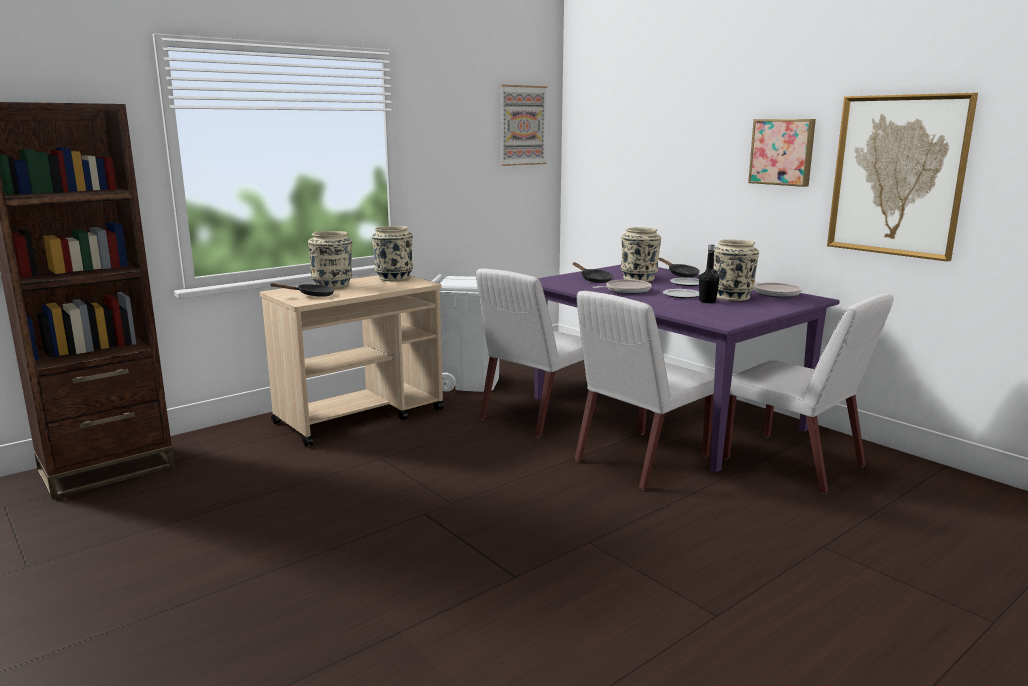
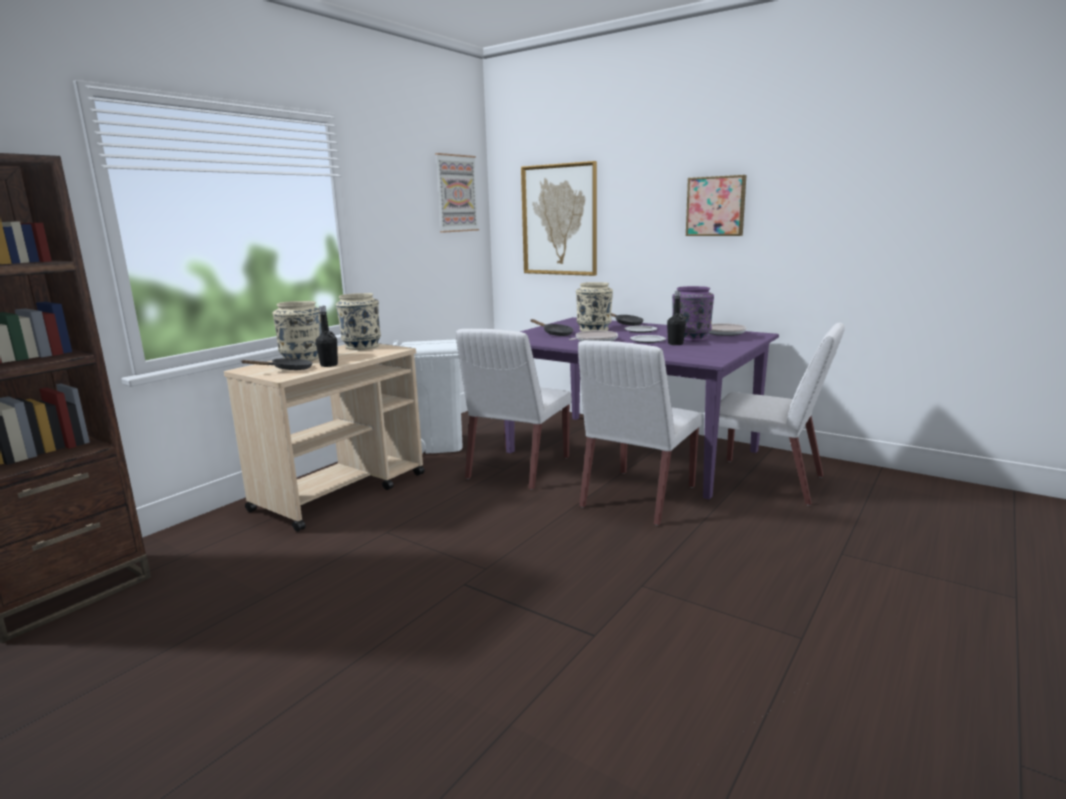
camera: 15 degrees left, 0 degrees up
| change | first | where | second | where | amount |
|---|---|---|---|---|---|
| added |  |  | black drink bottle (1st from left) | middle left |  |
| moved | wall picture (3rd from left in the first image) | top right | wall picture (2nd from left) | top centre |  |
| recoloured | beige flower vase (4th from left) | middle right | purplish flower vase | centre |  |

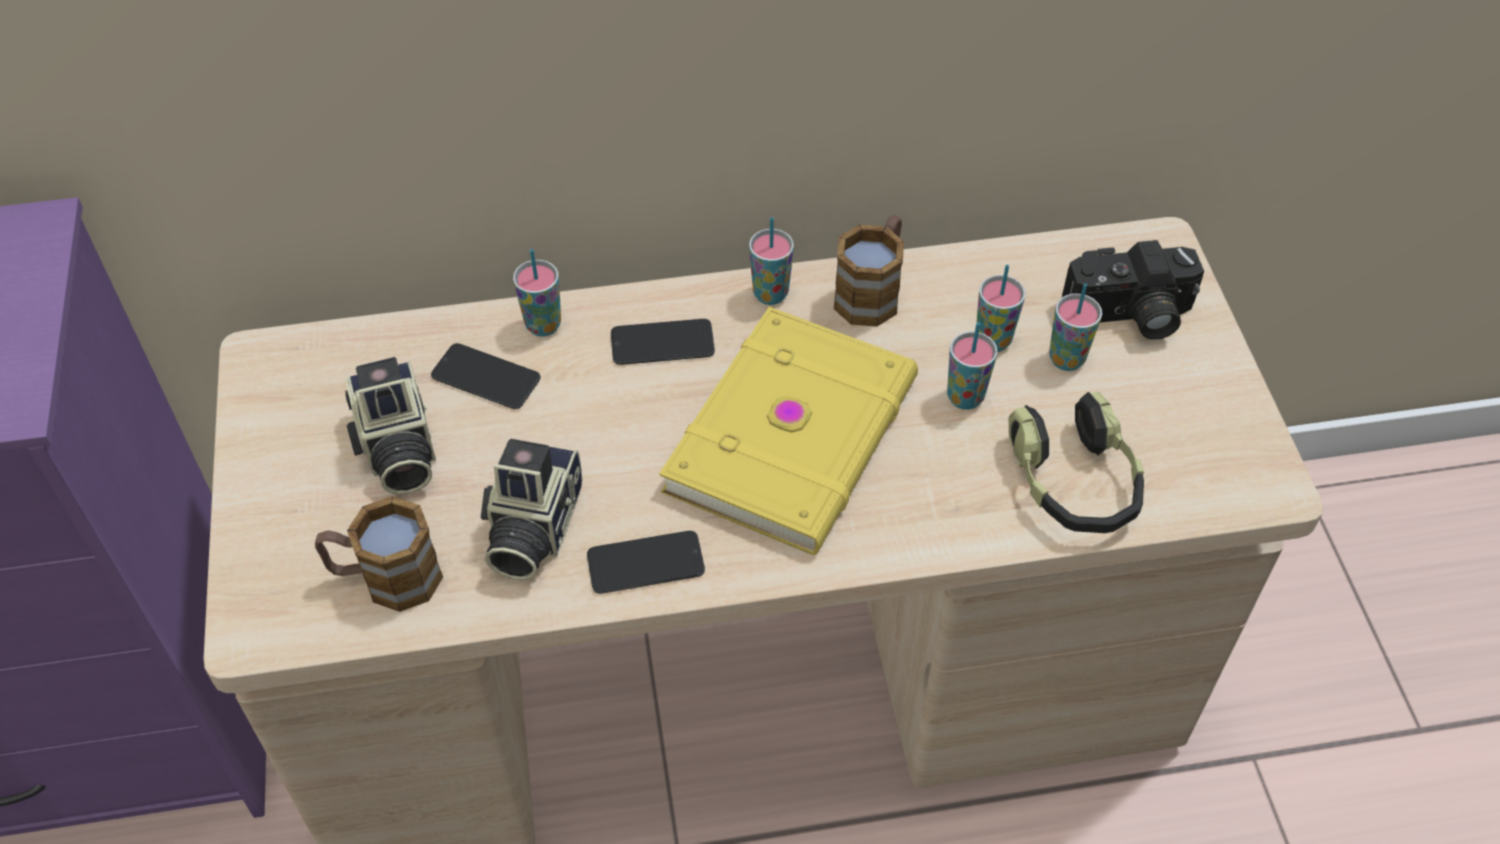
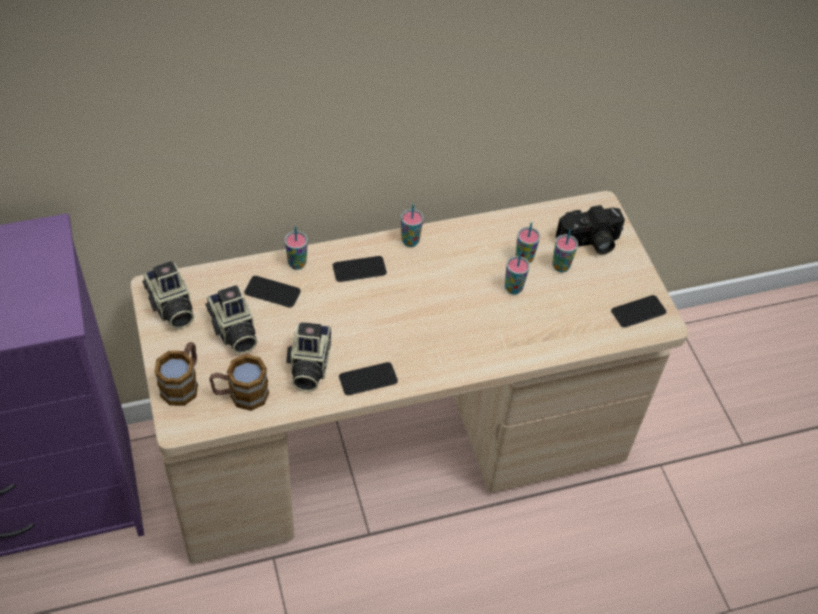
camera: 10 degrees left, 0 degrees up
| change | first | where | second | where | amount |
|---|---|---|---|---|---|
| removed | yellow-coloured book | centre |  |  |  |
| removed | headset | middle right |  |  |  |
| added |  |  | still camera (1st from left) | middle left |  |
| added |  |  | phone (4th from left) | middle right |  |
| moved | coffee mug (2nd from left in the first image) | top centre | coffee mug (1st from left) | middle left |  |

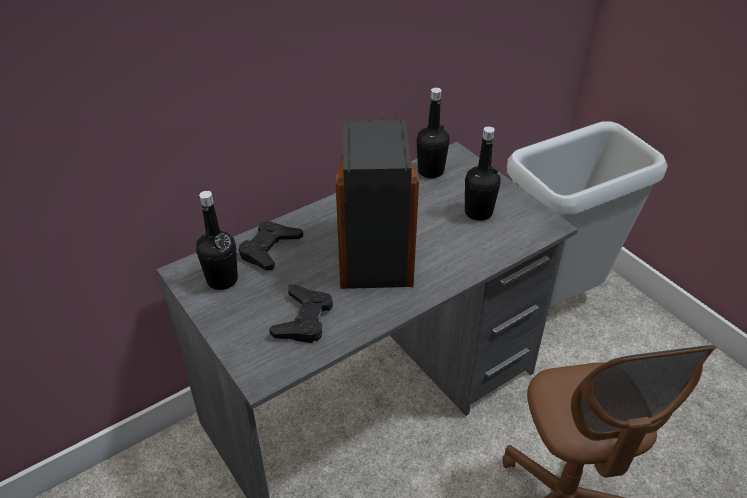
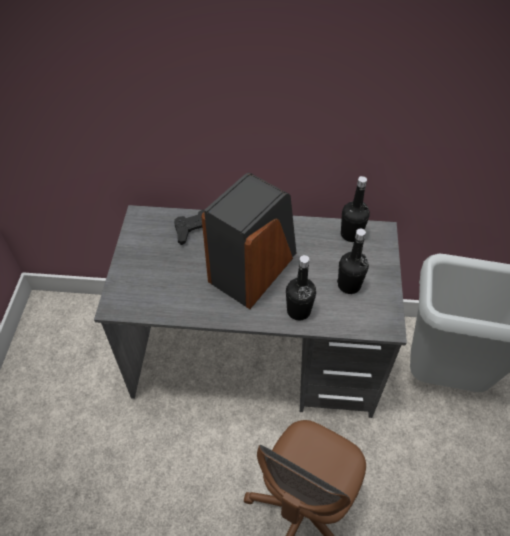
camera: 40 degrees right, 10 degrees up
| change | first | where | second | where | amount |
|---|---|---|---|---|---|
| removed | black game controller (2nd from left) | centre |  |  |  |
| moved | black drink bottle (1st from left) | middle left |  | centre |  |

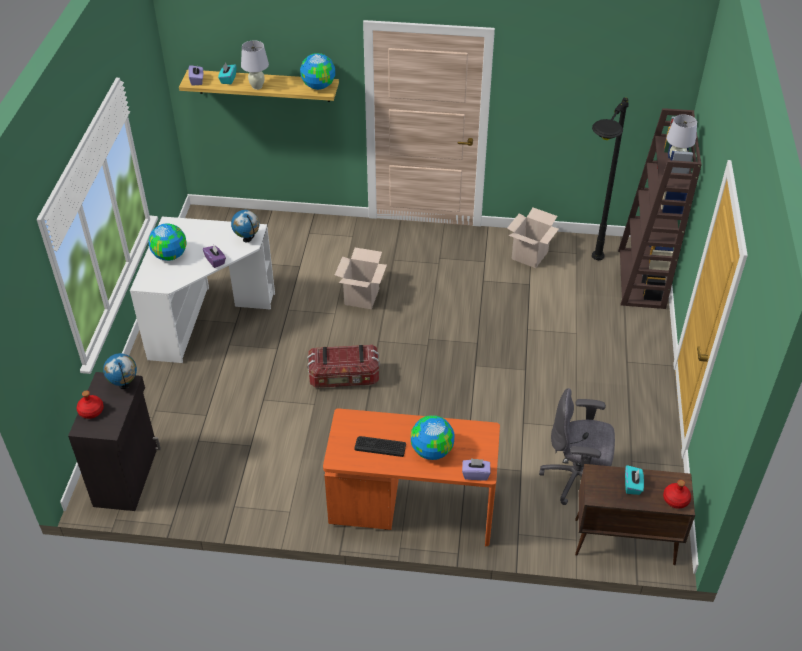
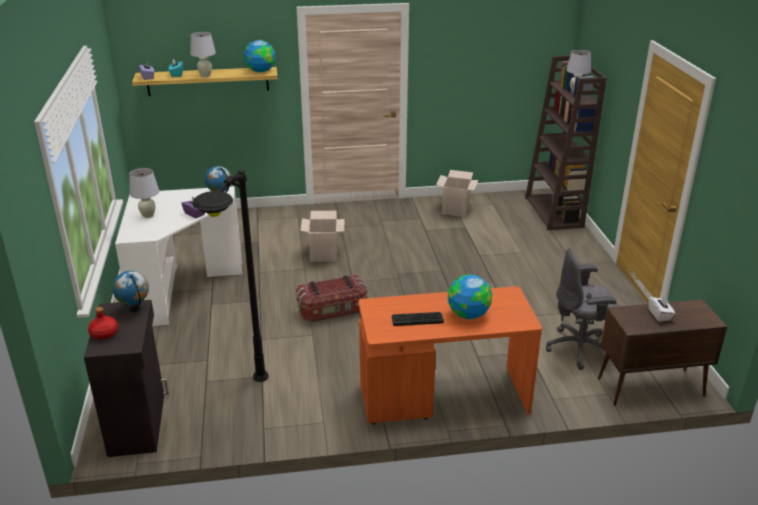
camera: 15 degrees left, 15 degrees down
| change | first | where | second | where | amount |
|---|---|---|---|---|---|
| removed | purplish tissue holder (3rd from left) | bottom centre |  |  |  |
| removed | red-coloured drink bottle (2nd from left) | bottom right |  |  |  |
| moved | black floor lamp | top right |  | middle left |  |
| replaced | world globe (2nd from left) | middle left | white lamp for a table (1st from left) | middle left |  |
| recoloured | turquoise tissue holder (2nd from left) | bottom right | white tissue holder | middle right |  |

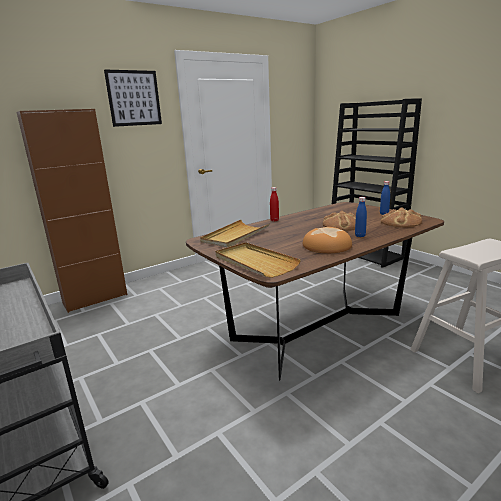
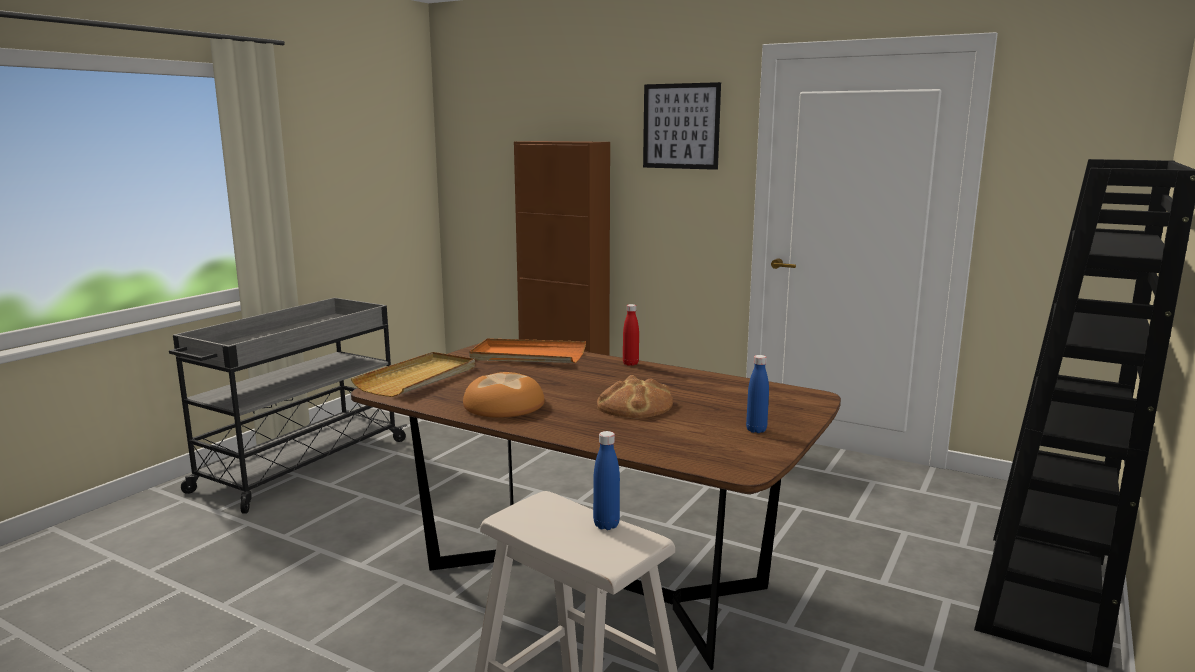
camera: 65 degrees right, 5 degrees down
| change | first | where | second | where | amount |
|---|---|---|---|---|---|
| removed | bakery bread (3rd from left) | middle right |  |  |  |
| moved | bluish drink bottle (1st from left) | middle right |  | bottom centre |  |
| recoloured | beige serving tray (1st from left) | centre | orange serving tray | centre |  |

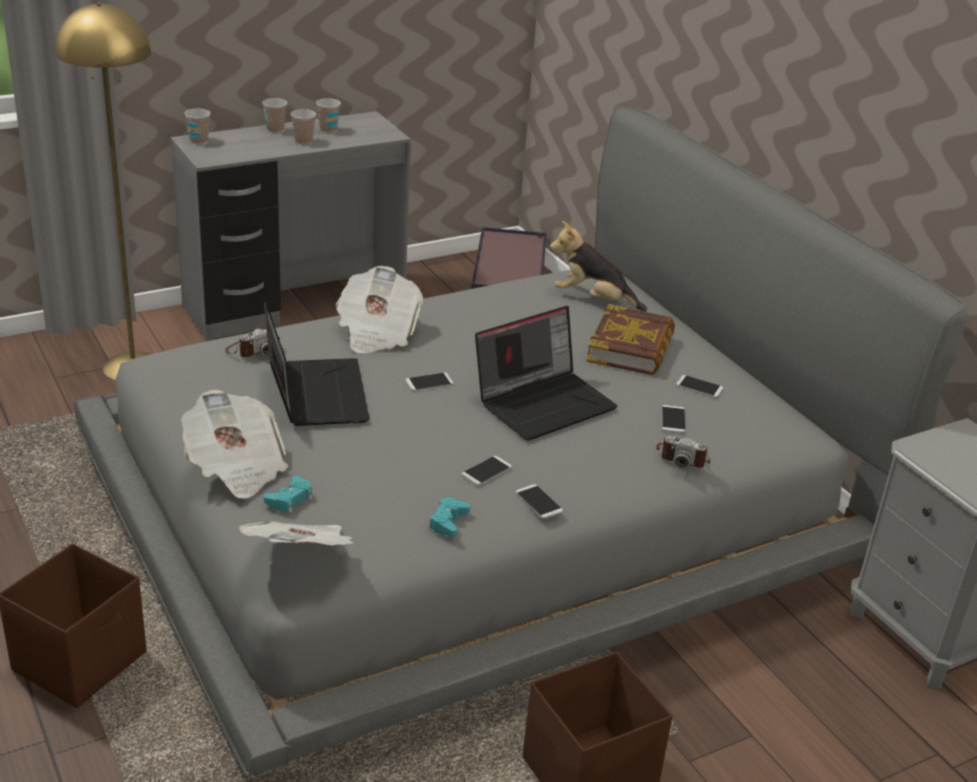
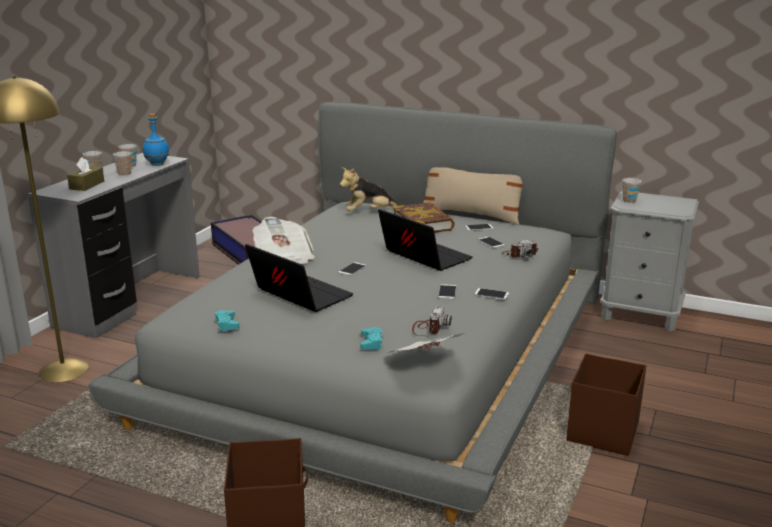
camera: 35 degrees left, 10 degrees down
| change | first | where | second | where | amount |
|---|---|---|---|---|---|
| removed | printed paper (1st from left) | middle left |  |  |  |
| added |  |  | brown-coloured tissue holder | top left |  |
| added |  |  | bluish drink bottle | top left |  |
| added |  |  | beige throw pillow | centre |  |
| moved | drinking cup (1st from left in the first image) | top left | drinking cup (4th from left) | middle right |  |
| moved | still camera (1st from left) | middle left |  | centre |  |
| moved | turquoise game controller (2nd from left in the first image) | centre | turquoise game controller (1st from left) | middle left |  |
| turned | notebook computer (2nd from left) | centre |  | centre | 60 degrees counterclockwise |

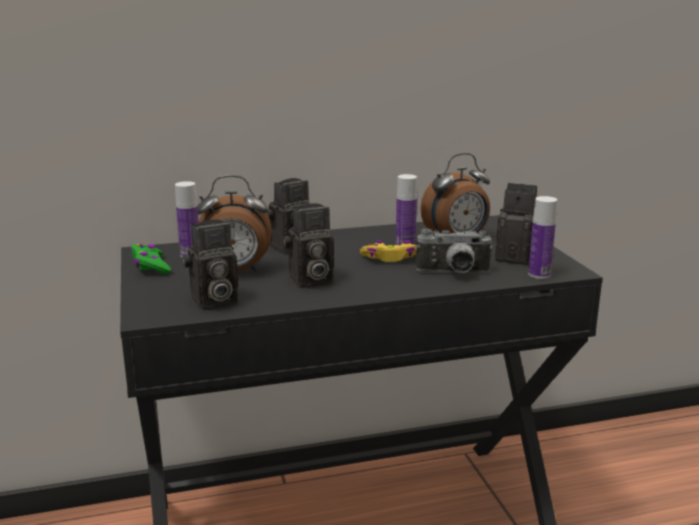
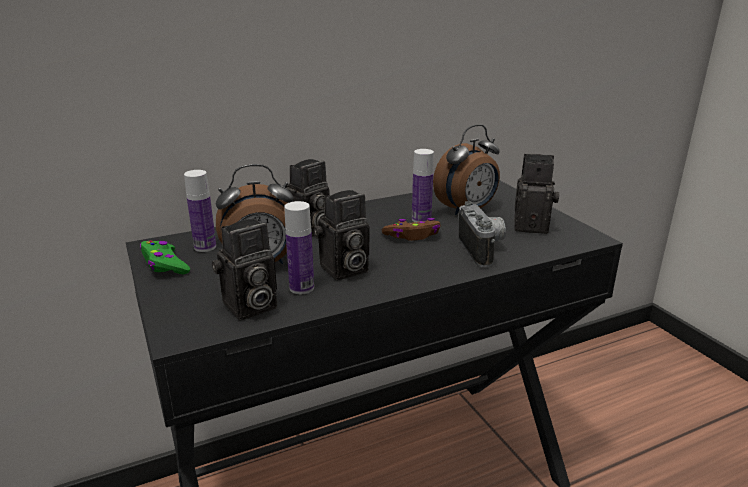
camera: 10 degrees left, 5 degrees up
| change | first | where | second | where | amount |
|---|---|---|---|---|---|
| moved | drink bottle (3rd from left in the first image) | middle right | drink bottle (2nd from left) | centre |  |
| recoloured | yellow-coloured game controller | centre | brown-coloured game controller | centre |  |
| turned | still camera (4th from left) | centre |  | centre | 90 degrees counterclockwise |

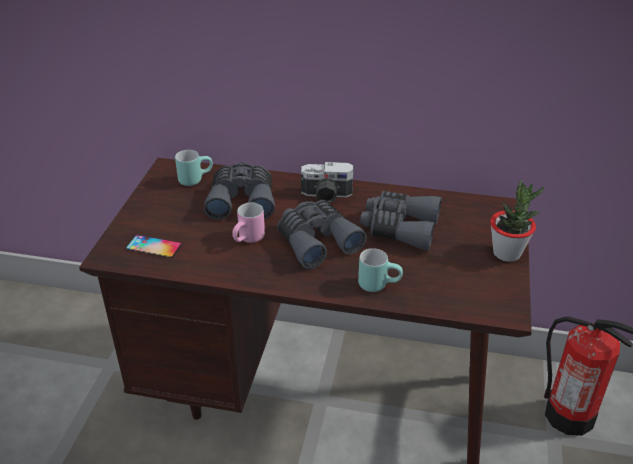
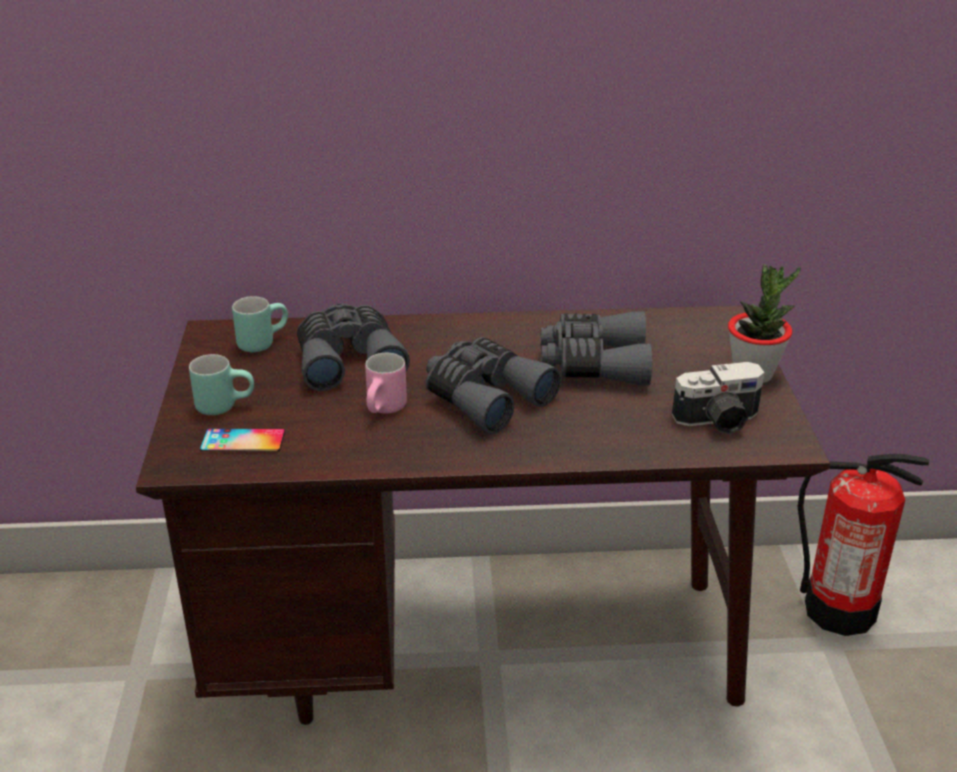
camera: 15 degrees left, 5 degrees down
| change | first | where | second | where | amount |
|---|---|---|---|---|---|
| moved | still camera | centre |  | middle right |  |
| moved | turquoise coffee mug (2nd from left in the first image) | centre | turquoise coffee mug (1st from left) | middle left |  |

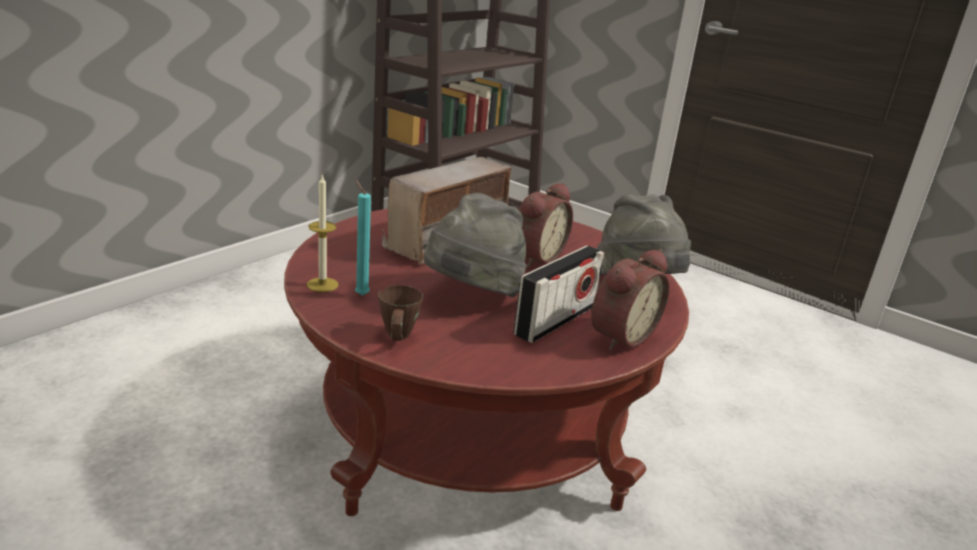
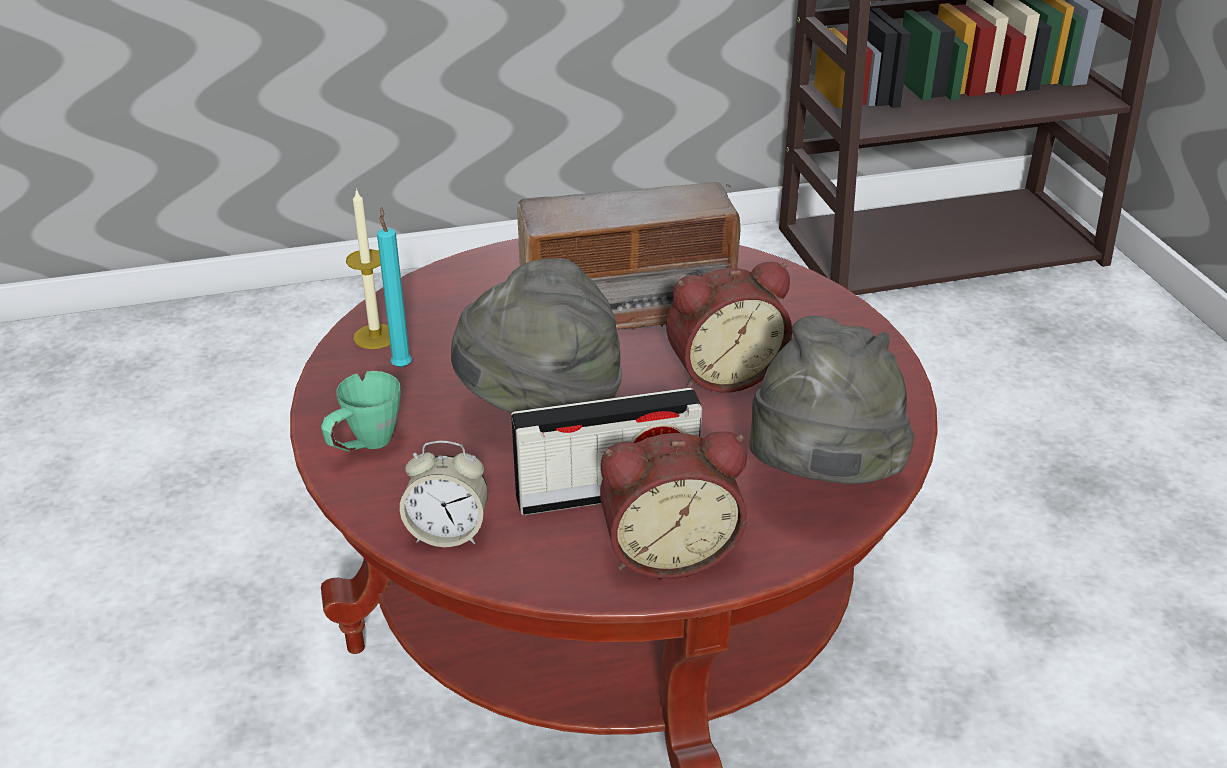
camera: 40 degrees right, 10 degrees up
| change | first | where | second | where | amount |
|---|---|---|---|---|---|
| added |  |  | alarm clock (1st from left) | centre |  |
| recoloured | brown-coloured coffee mug | centre | greenish coffee mug | middle left |  |

